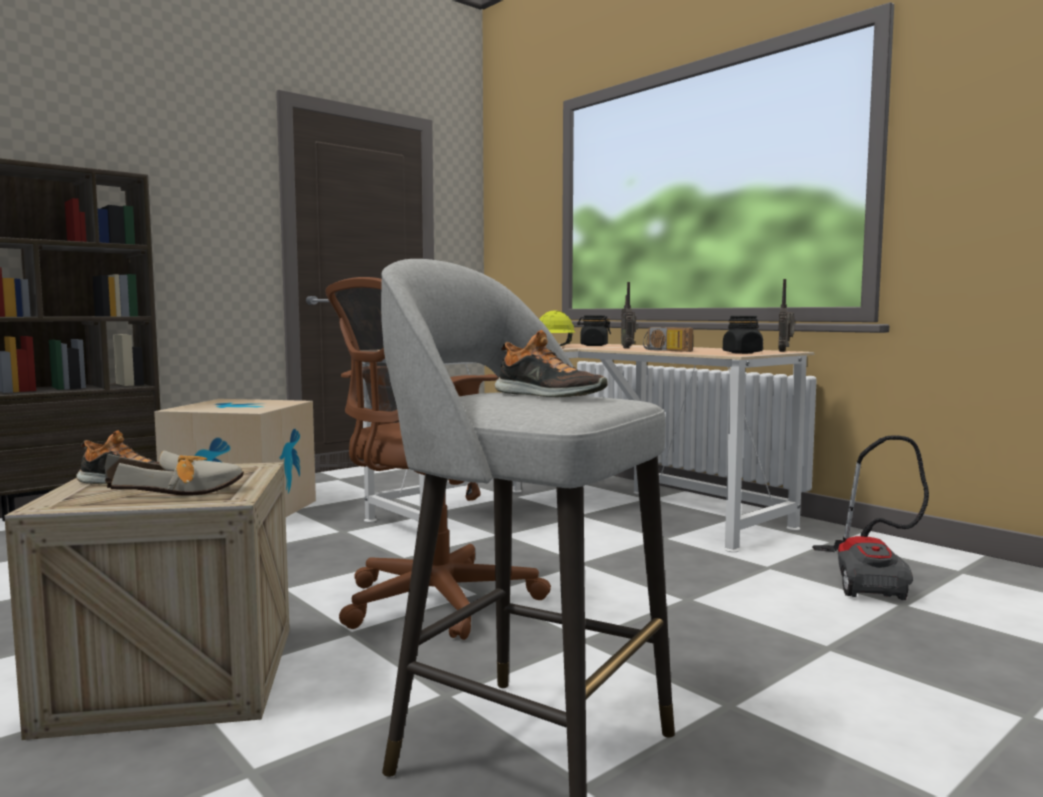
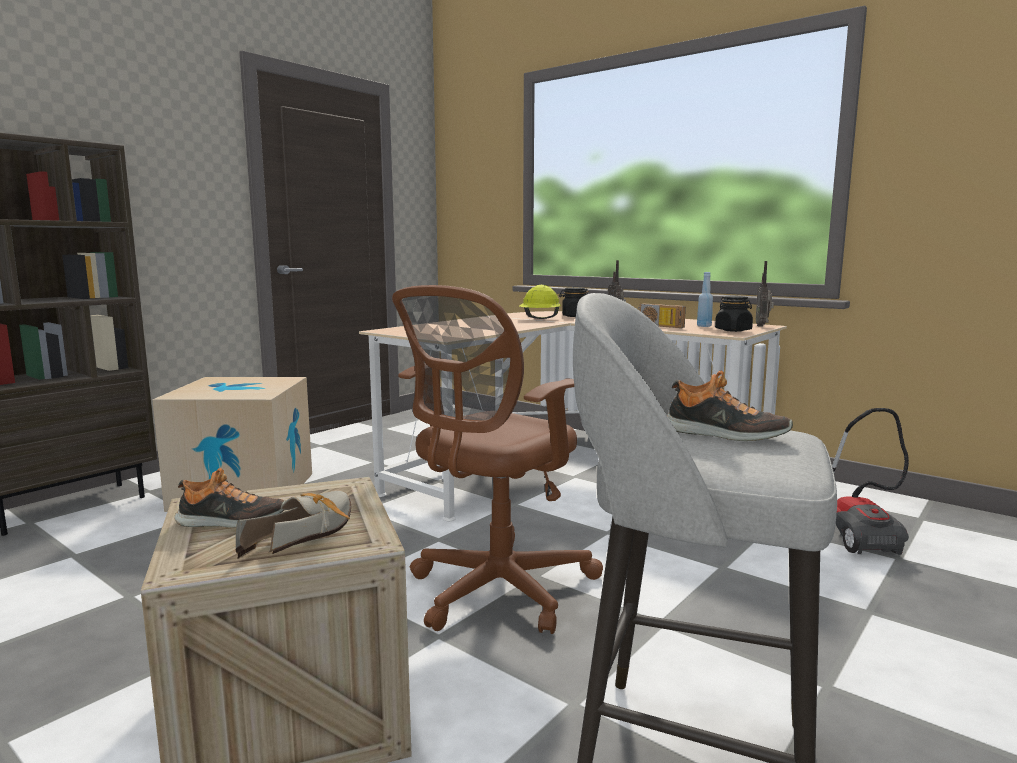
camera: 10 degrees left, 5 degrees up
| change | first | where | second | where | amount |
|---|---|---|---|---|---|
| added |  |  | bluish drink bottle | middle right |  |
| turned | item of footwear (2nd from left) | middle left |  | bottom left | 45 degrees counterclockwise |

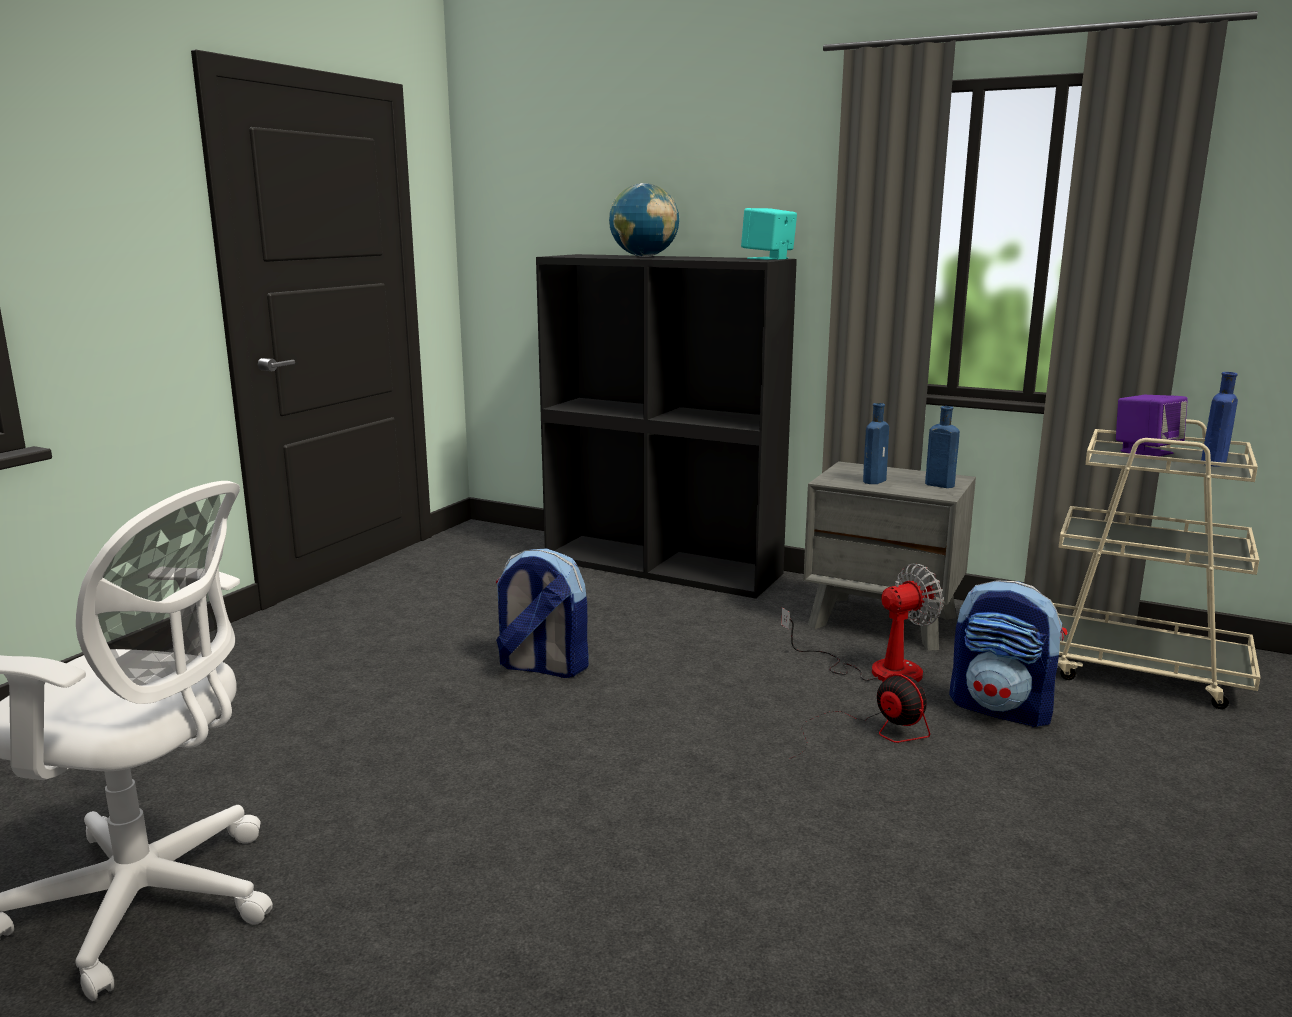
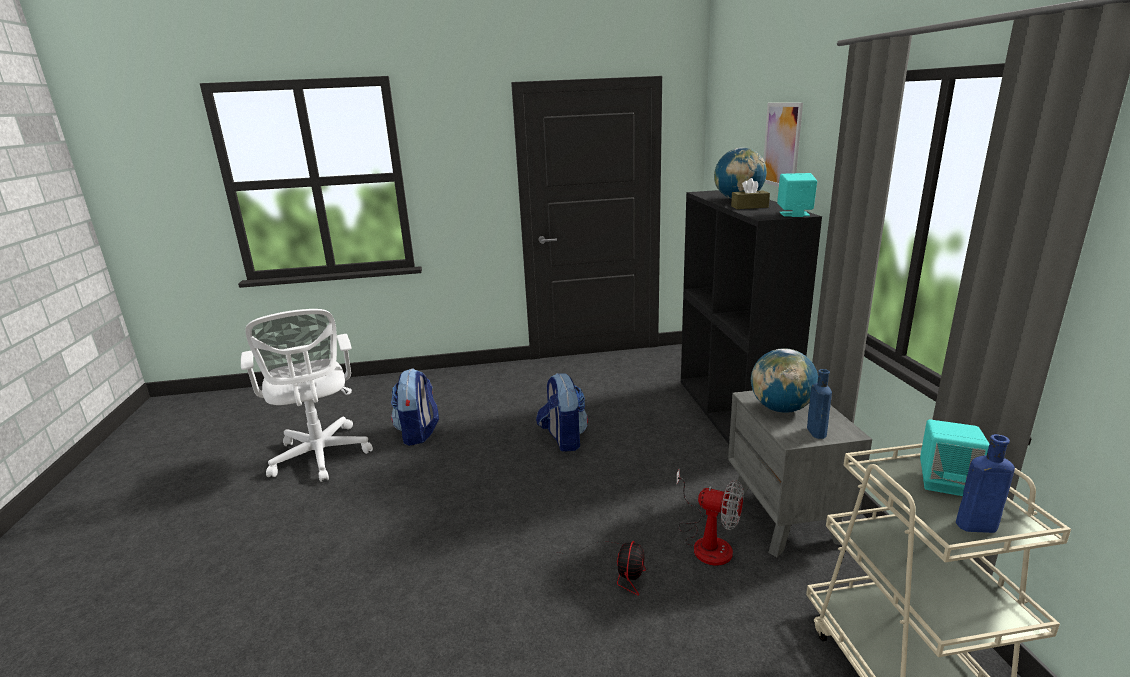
camera: 55 degrees right, 5 degrees up
| change | first | where | second | where | amount |
|---|---|---|---|---|---|
| added |  |  | brown-coloured tissue holder | top centre |  |
| added |  |  | wall picture | top right |  |
| moved | backpack (2nd from left in the first image) | middle right | backpack (1st from left) | centre |  |
| replaced | bluish drink bottle (1st from left) | middle right | world globe (2nd from left) | middle right |  |
| recoloured | purplish loudspeaker | middle right | turquoise loudspeaker (2nd from left) | bottom right |  |

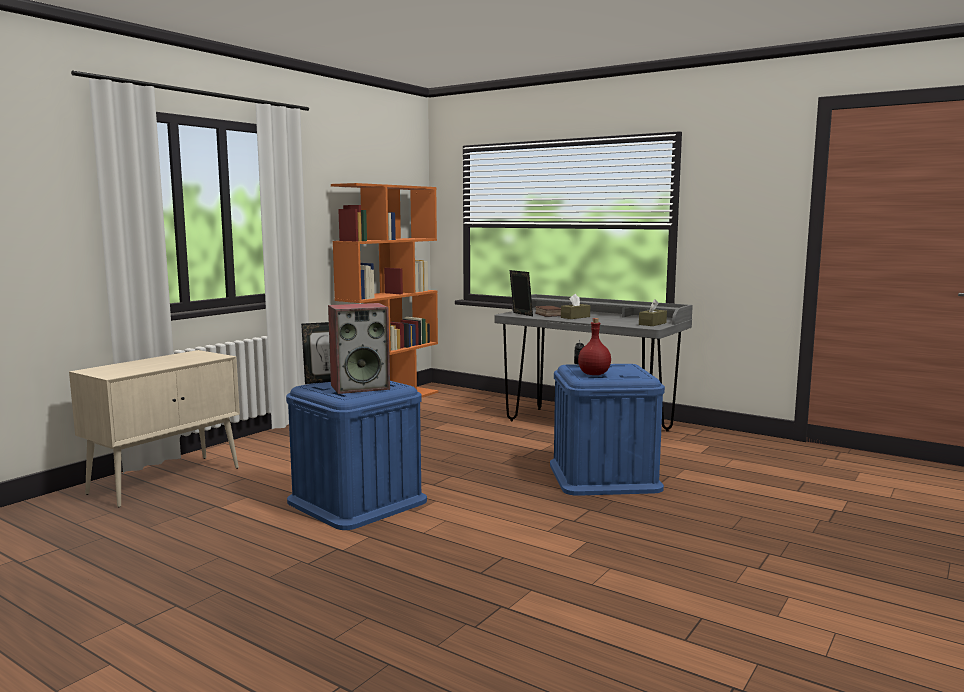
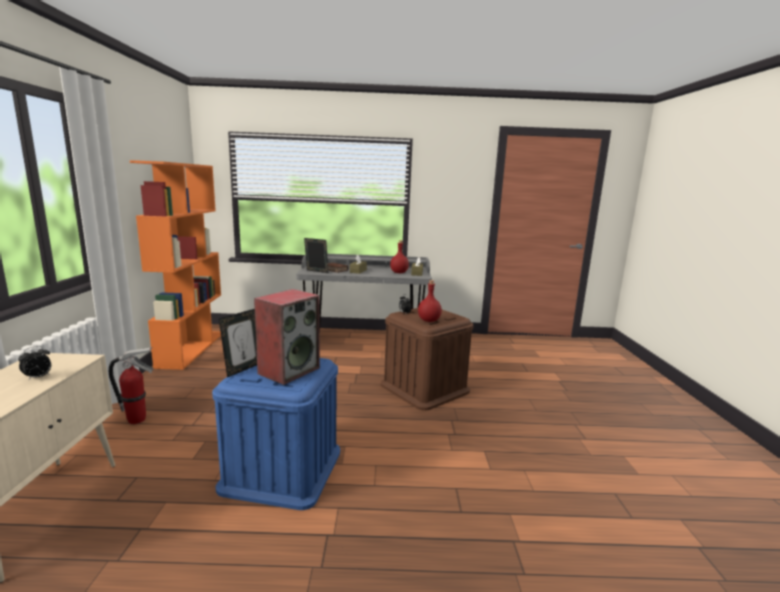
camera: 35 degrees left, 5 degrees up
| change | first | where | second | where | amount |
|---|---|---|---|---|---|
| added |  |  | alarm clock (1st from left) | middle left |  |
| added |  |  | fire-fighting cylinder | middle left |  |
| added |  |  | red-coloured drink bottle (1st from left) | centre |  |
| recoloured | bluish storage box (2nd from left) | centre | brown-coloured storage box | centre |  |

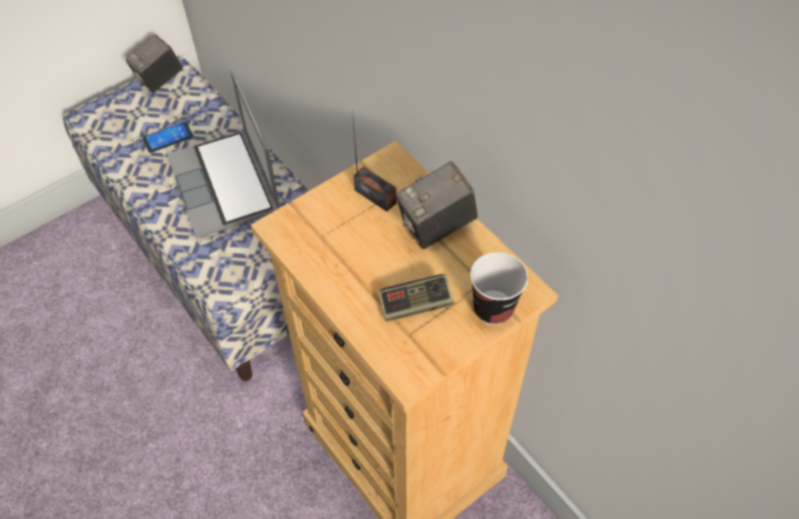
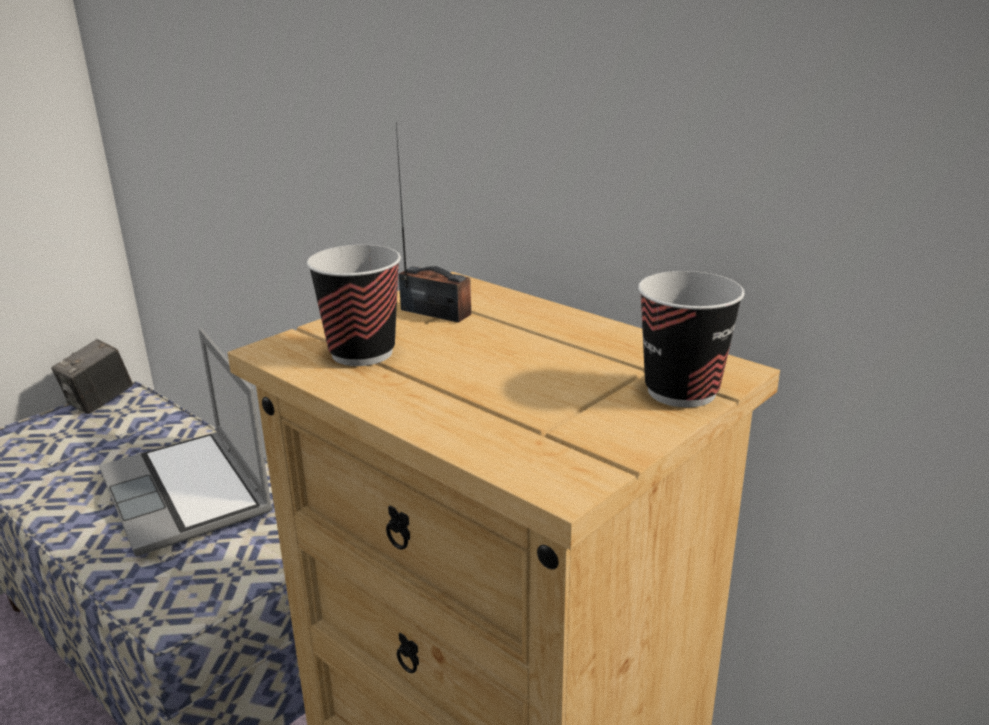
camera: 10 degrees left, 30 degrees down
| change | first | where | second | where | amount |
|---|---|---|---|---|---|
| removed | phone | top left |  |  |  |
| removed | game controller | centre |  |  |  |
| removed | still camera (2nd from left) | centre |  |  |  |
| added |  |  | drinking cup (1st from left) | centre |  |

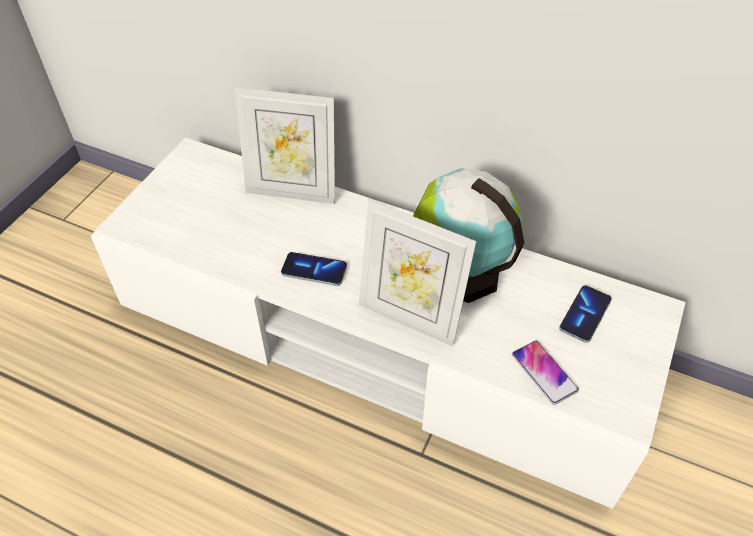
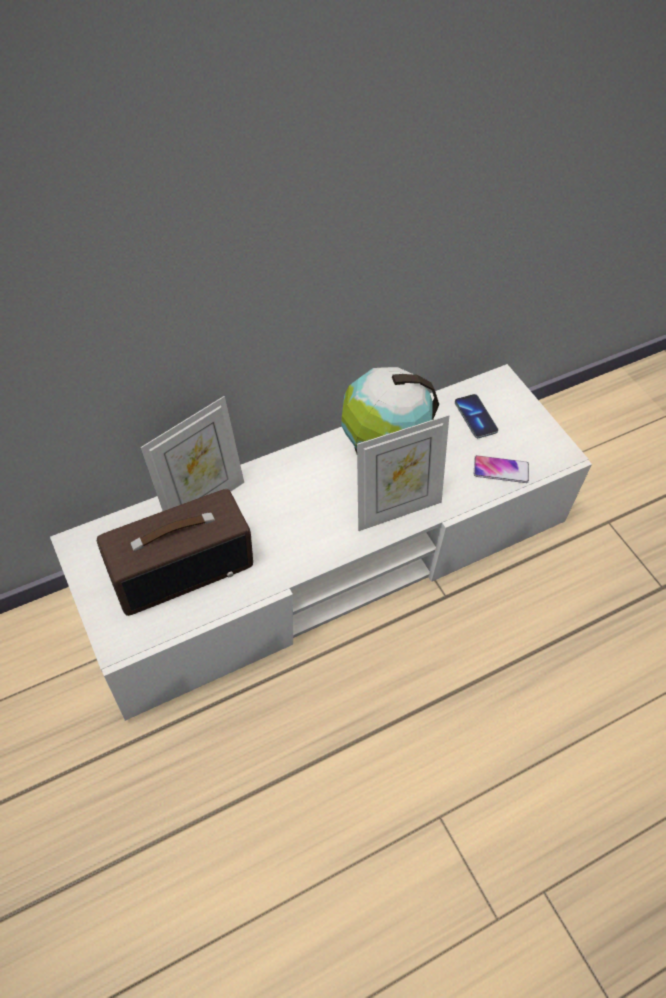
camera: 55 degrees left, 5 degrees up
| change | first | where | second | where | amount |
|---|---|---|---|---|---|
| removed | phone (1st from left) | centre |  |  |  |
| added |  |  | radio | middle left |  |

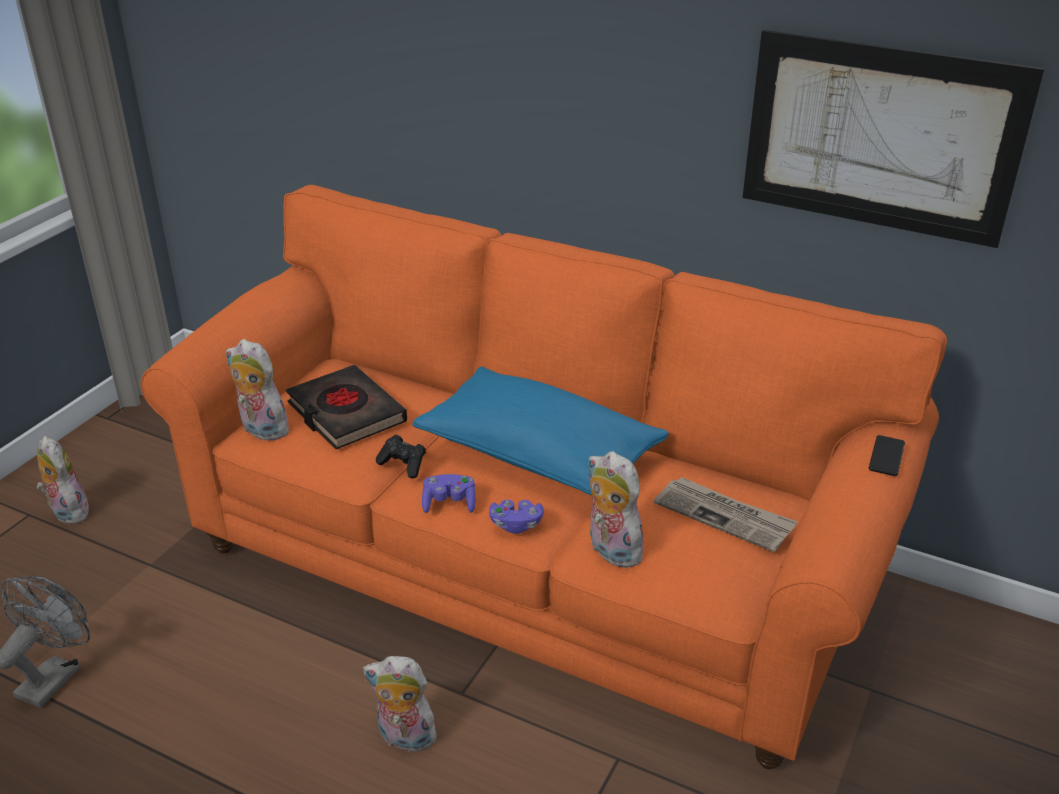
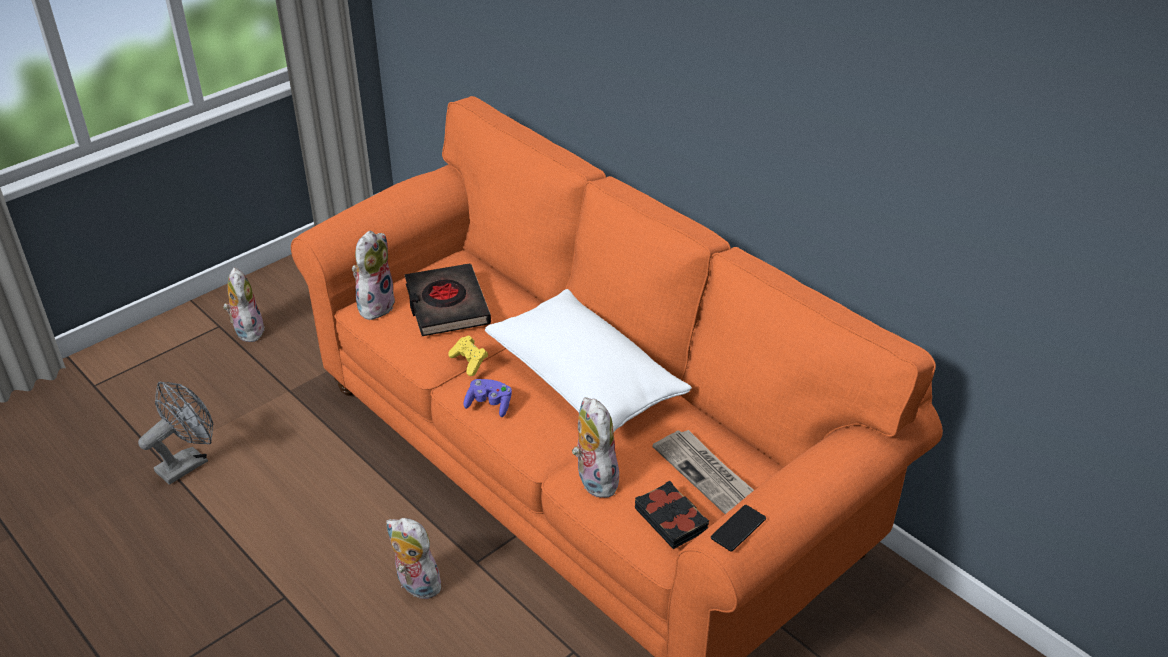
camera: 20 degrees right, 5 degrees up
| change | first | where | second | where | amount |
|---|---|---|---|---|---|
| removed | purplish game controller (2nd from left) | centre |  |  |  |
| removed | wall picture | top right |  |  |  |
| added |  |  | black book (2nd from left) | bottom centre |  |
| moved | phone | middle right |  | bottom centre |  |
| recoloured | black game controller | centre | yellow-coloured game controller | centre |  |
| recoloured | bluish throw pillow | centre | white throw pillow | centre |  |
| turned | plush toy (2nd from left) | middle left |  | middle left | 60 degrees clockwise |

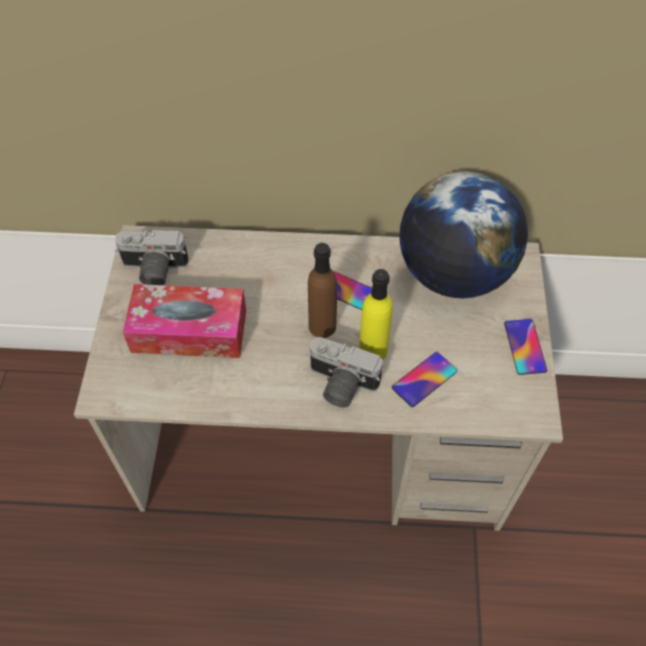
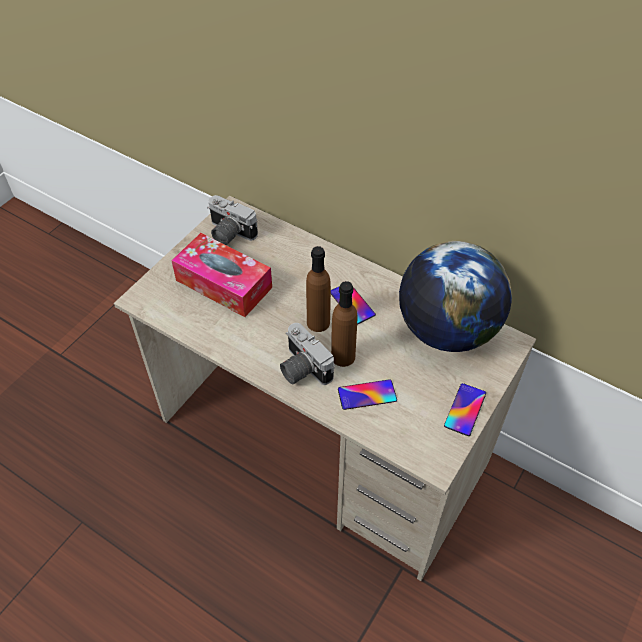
camera: 30 degrees right, 5 degrees down
| change | first | where | second | where | amount |
|---|---|---|---|---|---|
| recoloured | yellow-coloured drink bottle | centre | brown-coloured drink bottle (2nd from left) | centre |  |

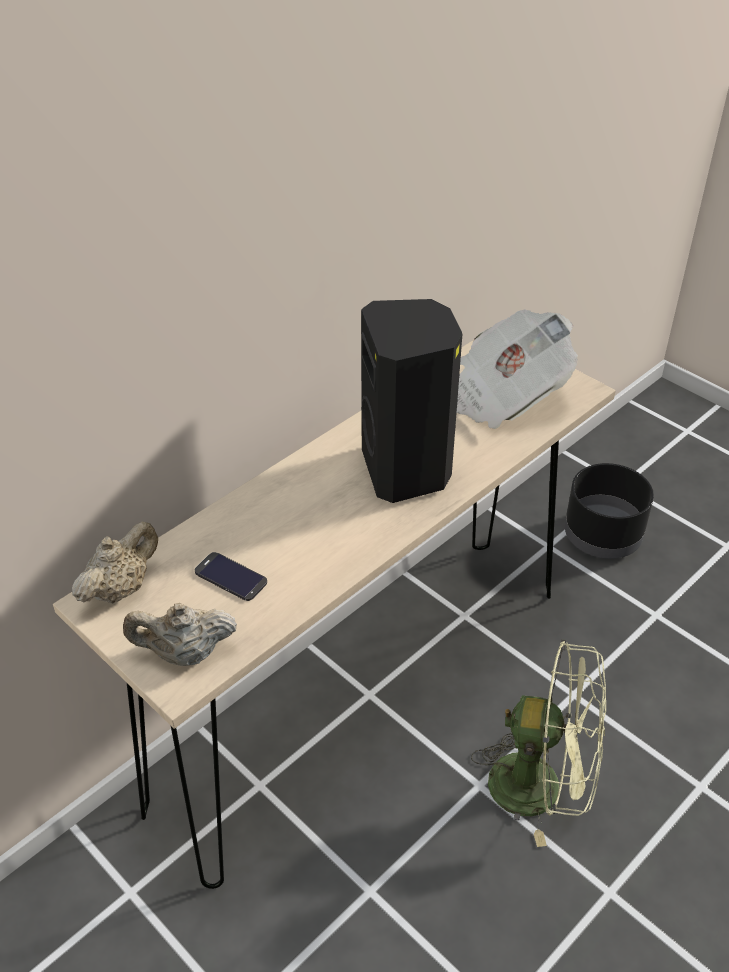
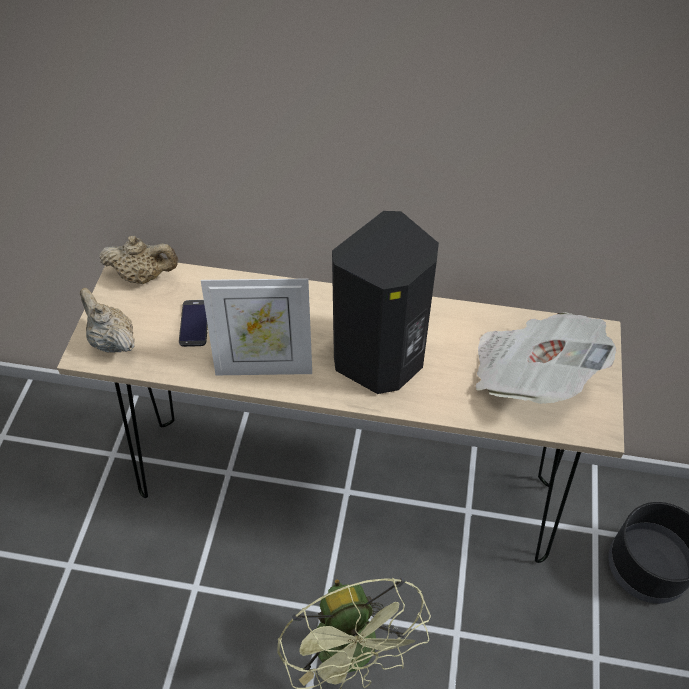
camera: 55 degrees right, 10 degrees up
| change | first | where | second | where | amount |
|---|---|---|---|---|---|
| added |  |  | picture frame | centre |  |

